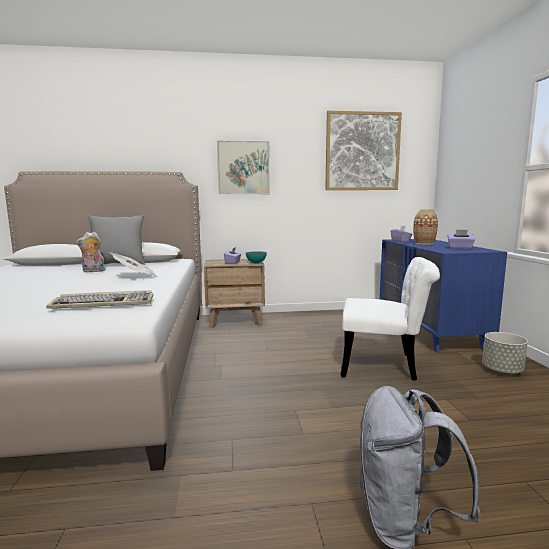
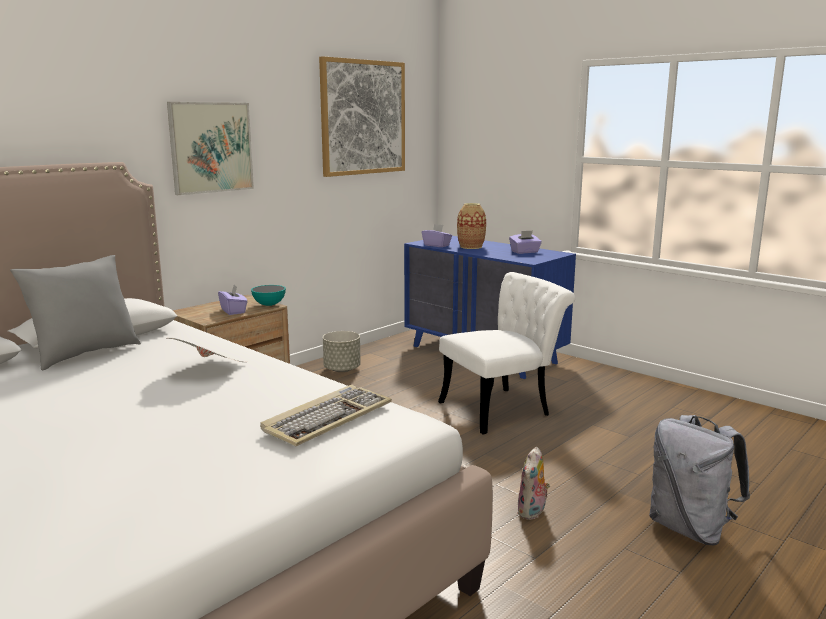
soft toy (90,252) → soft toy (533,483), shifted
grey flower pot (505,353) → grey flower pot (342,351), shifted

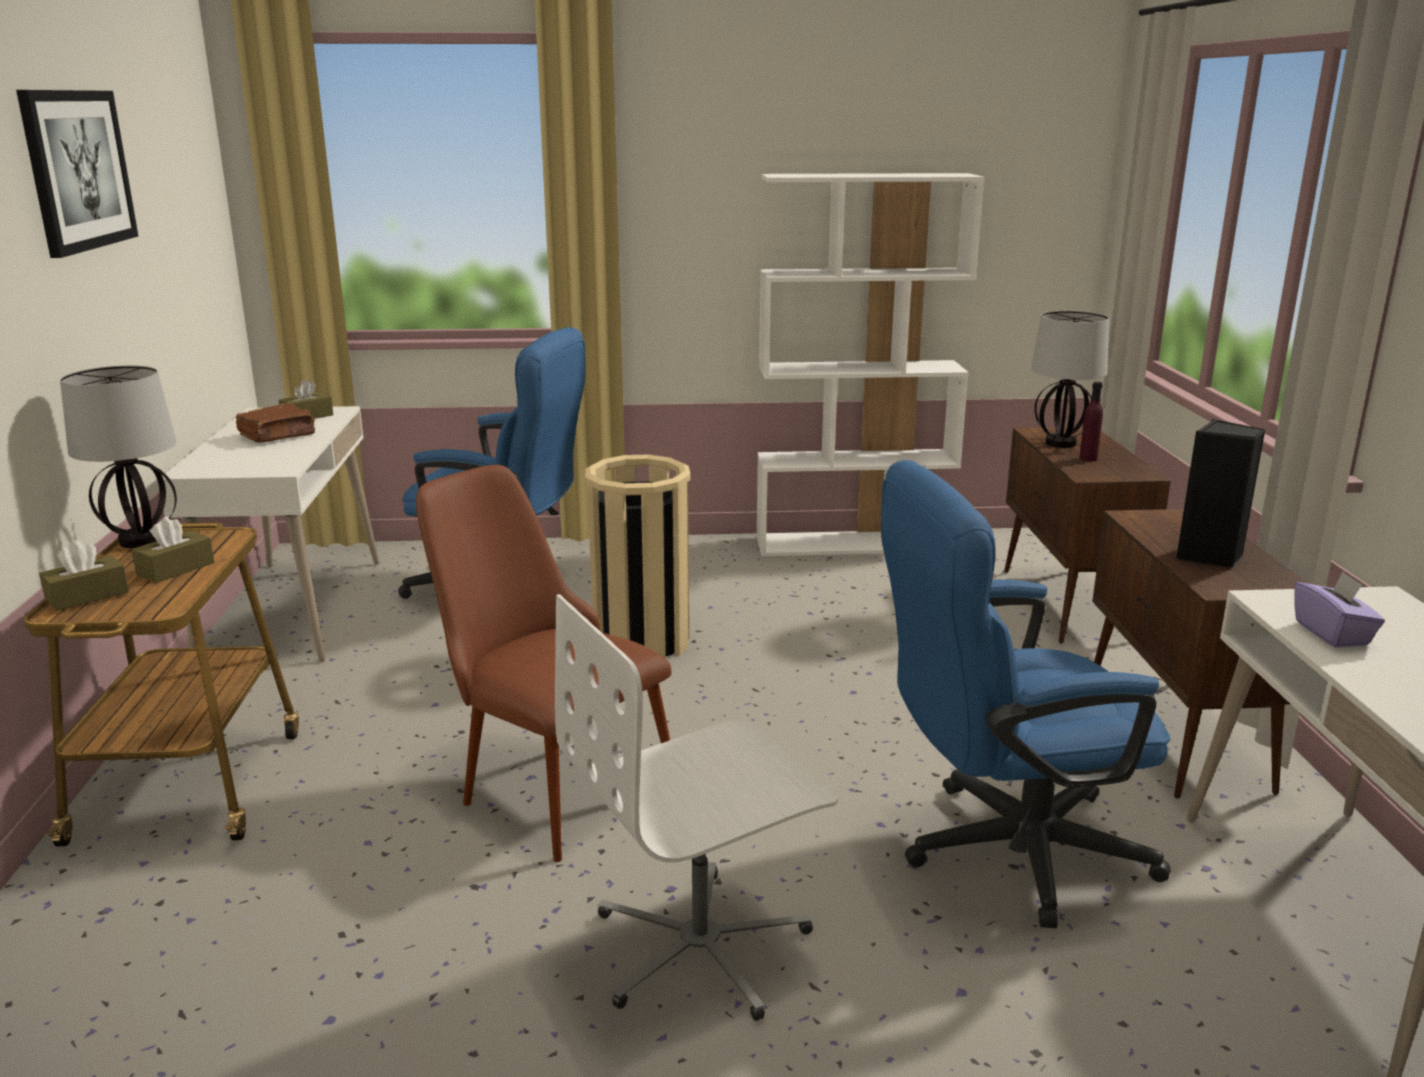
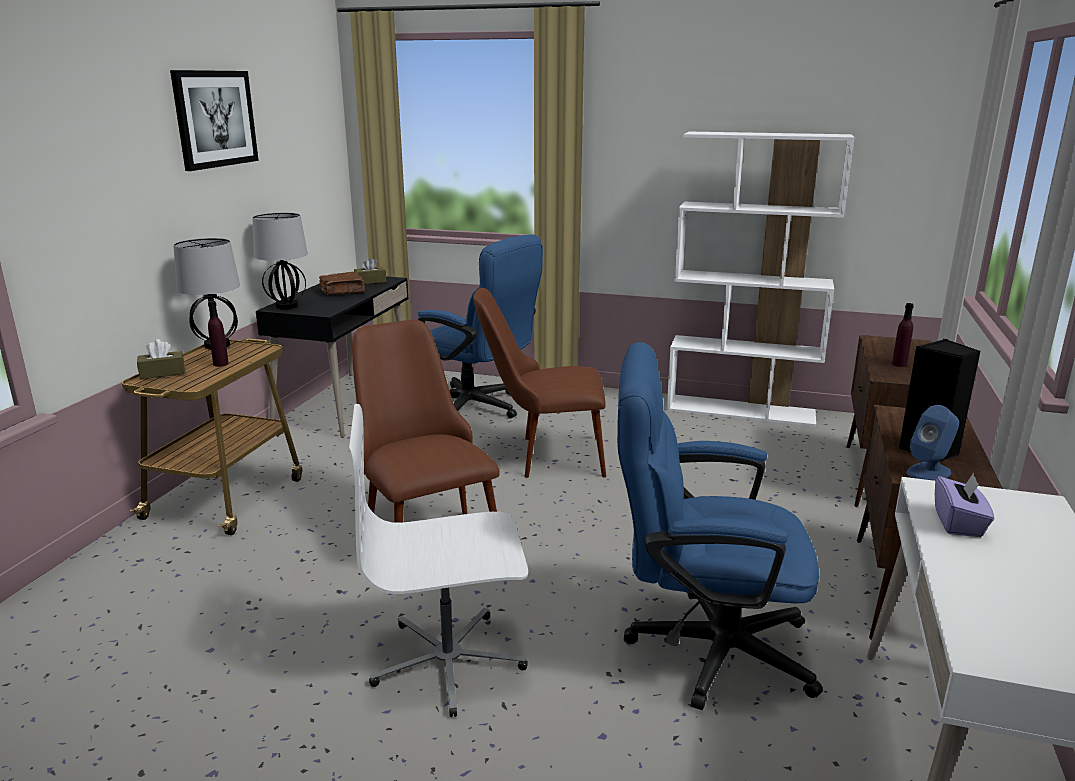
tabletop lamp (1070,379) → tabletop lamp (280,260), shifted
white desk (270,534) → black desk (332,357)
beige-coloured rubbish bin (638,556) → brown plain chair (539,383)
brown box of tissues (173,549) → purple drink bottle (218,334)
- → blue speaker (932,443)

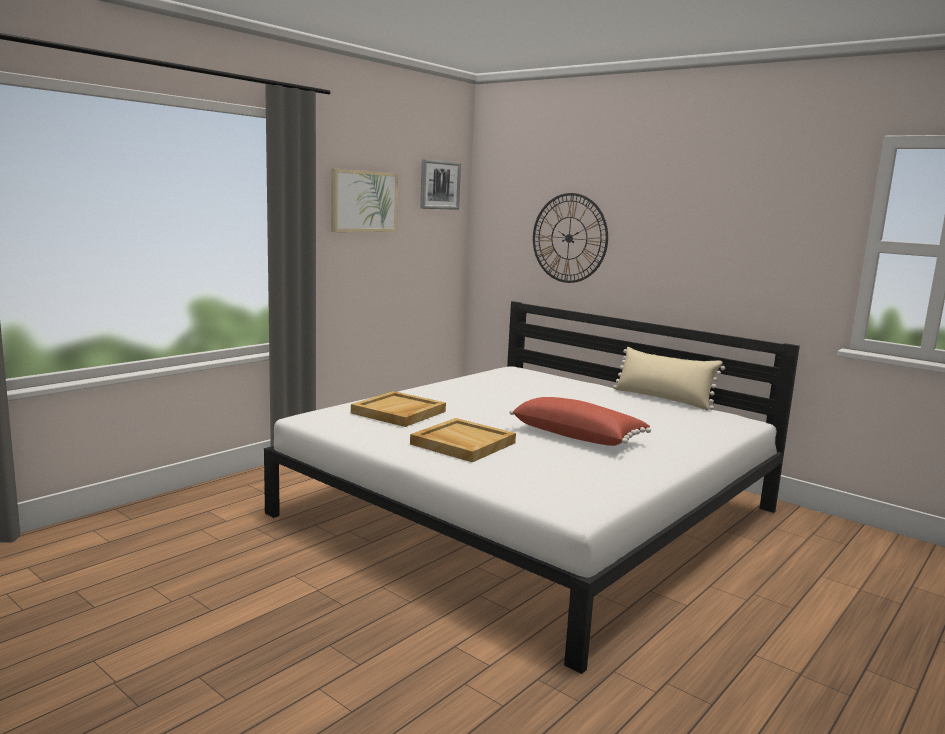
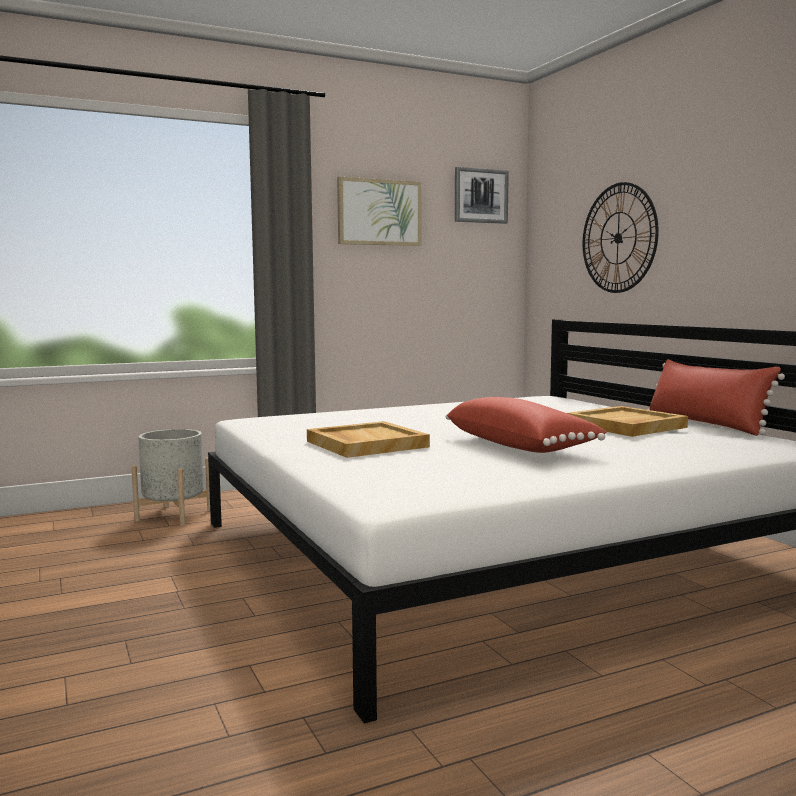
beige-coloured cushion (669,379) → red cushion (716,397)
beige-coloured tray (398,409) → beige-coloured tray (628,421), shifted
- → grey flower pot (170,477)

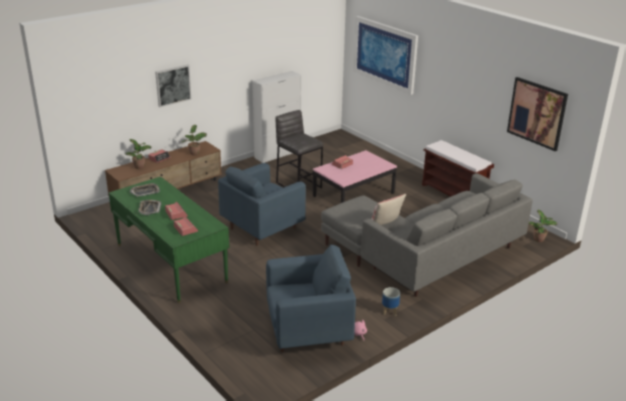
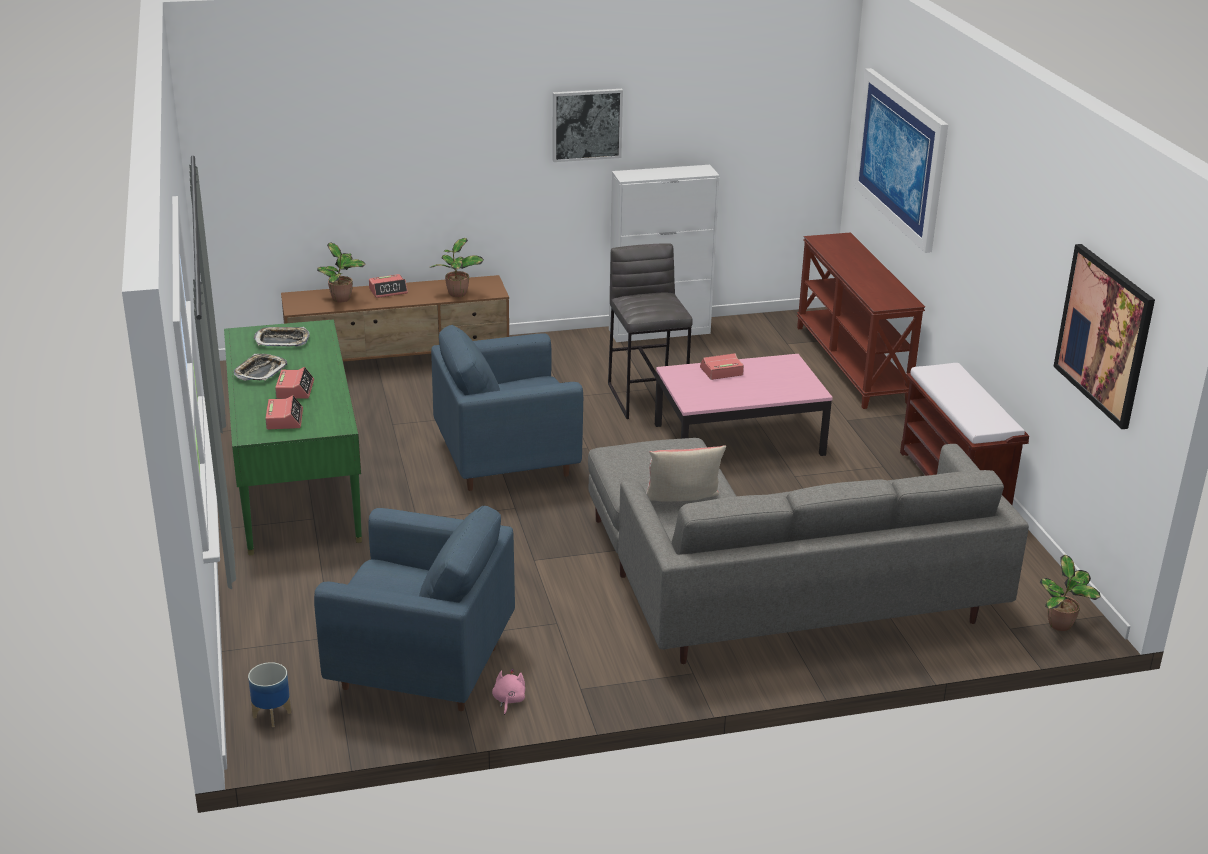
picture (173,86) → picture (588,125), shifted
flower pot (391,301) → flower pot (269,694), shifted
- → brown hall table (861,320)

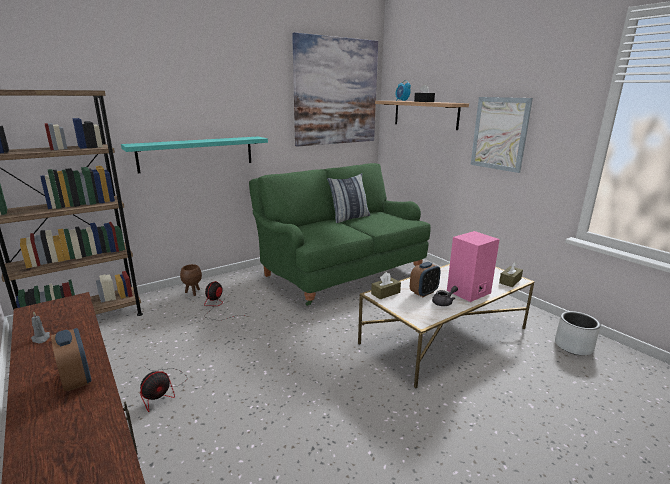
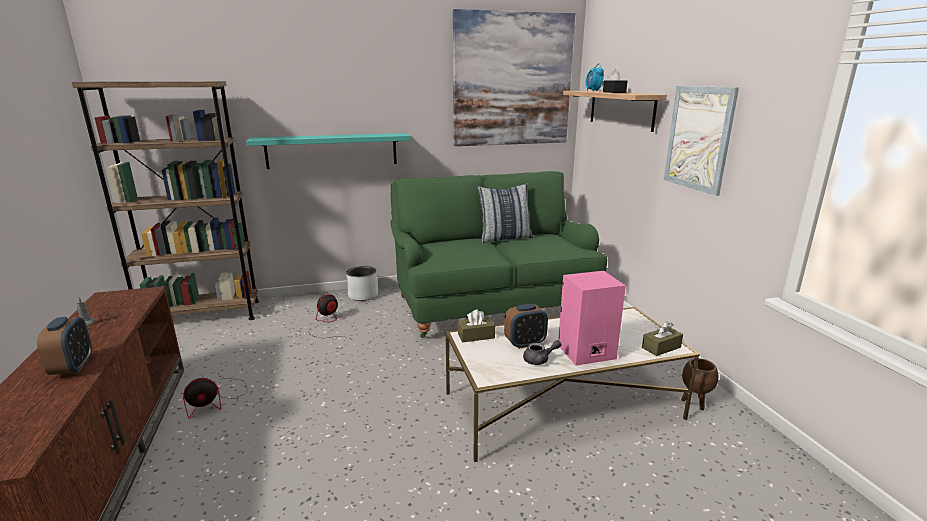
brown flower pot (191,280) → brown flower pot (699,384), shifted
grey flower pot (578,333) → grey flower pot (362,283), shifted

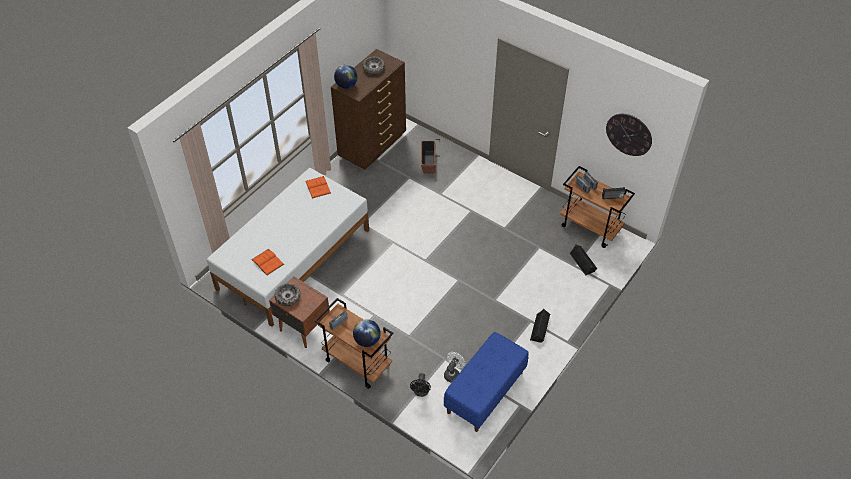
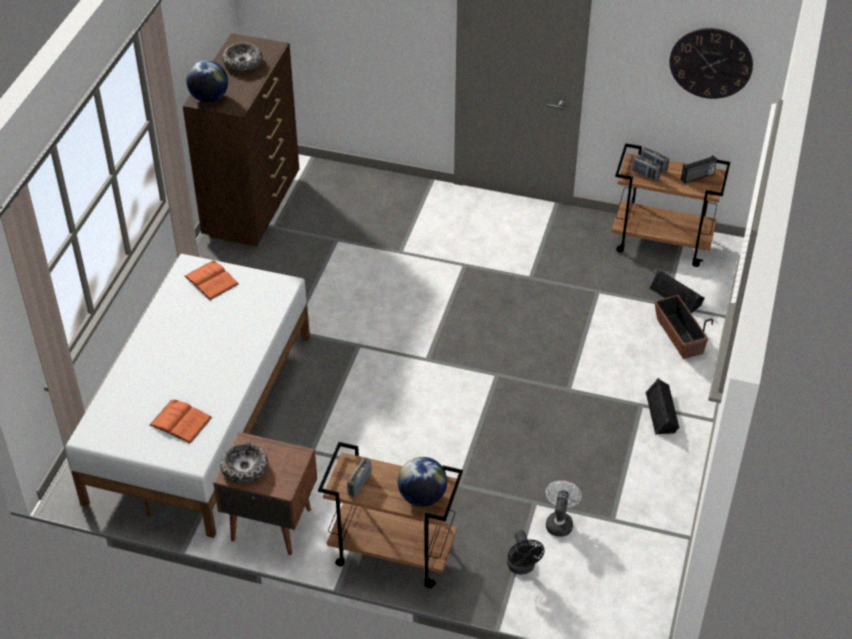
flower pot (430,156) → flower pot (683,324), shifted
blue long seat (486,382) → -

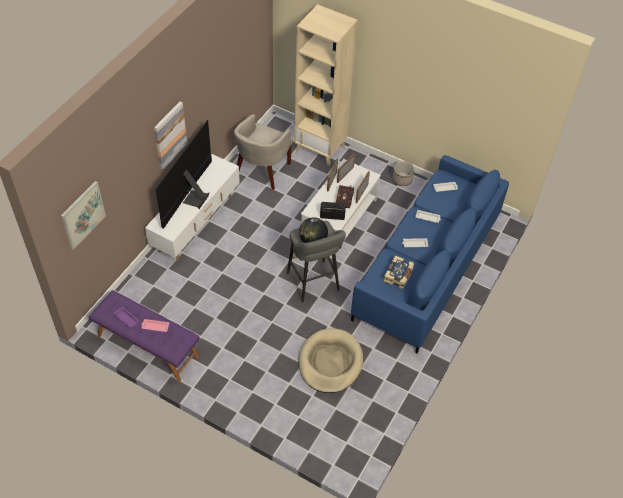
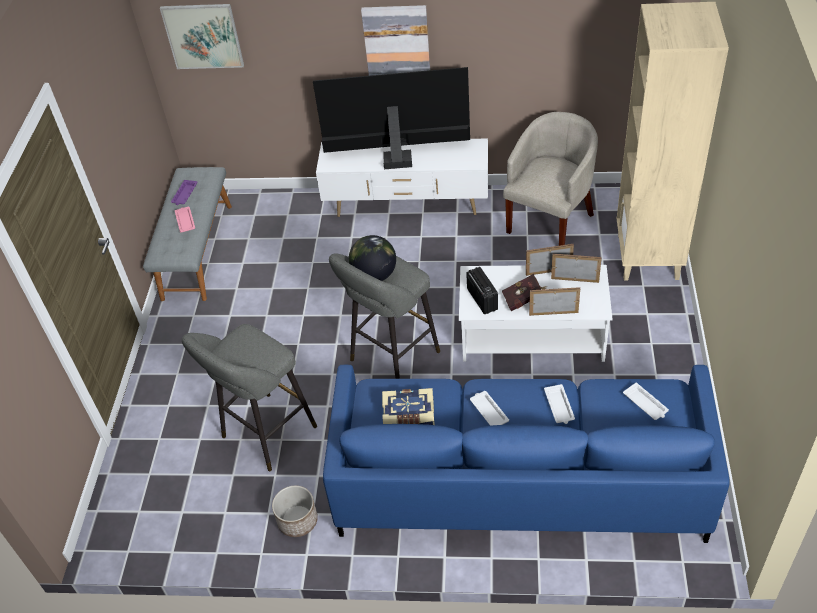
beige-coloured armchair (263,152) → beige-coloured armchair (550,179), 120 degrees clockwise
flower pot (404,173) → flower pot (295,511), shifted
purple long seat (144,336) → grey long seat (187,234)
beige-coloured dog bed (331,360) → grey stool seat (249,397)

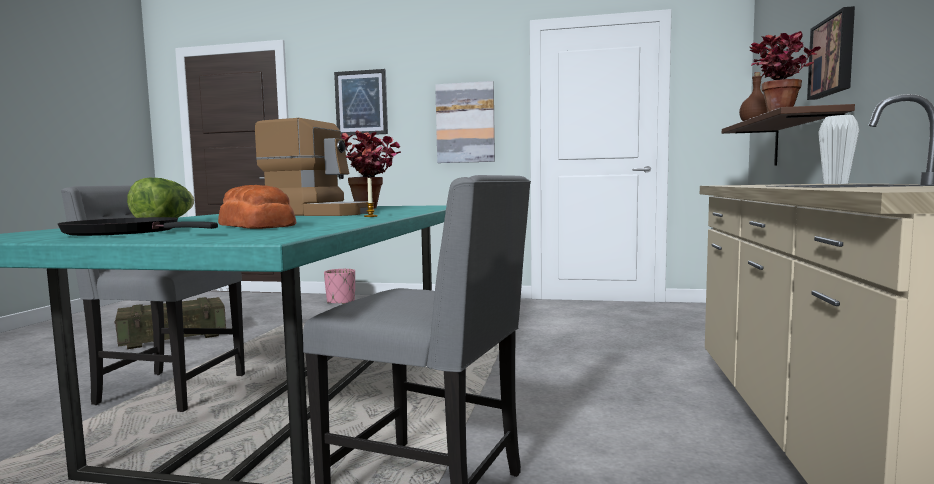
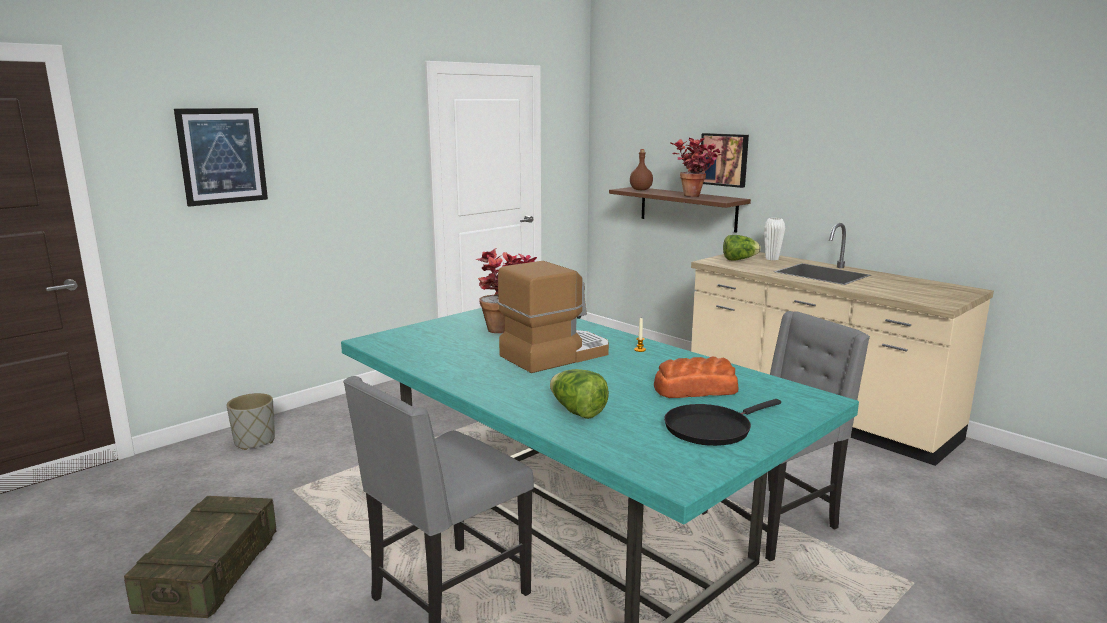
picture (465,122) → -
pink-coloured flower pot (339,286) → grey flower pot (251,421)
- → lettuce head (742,248)

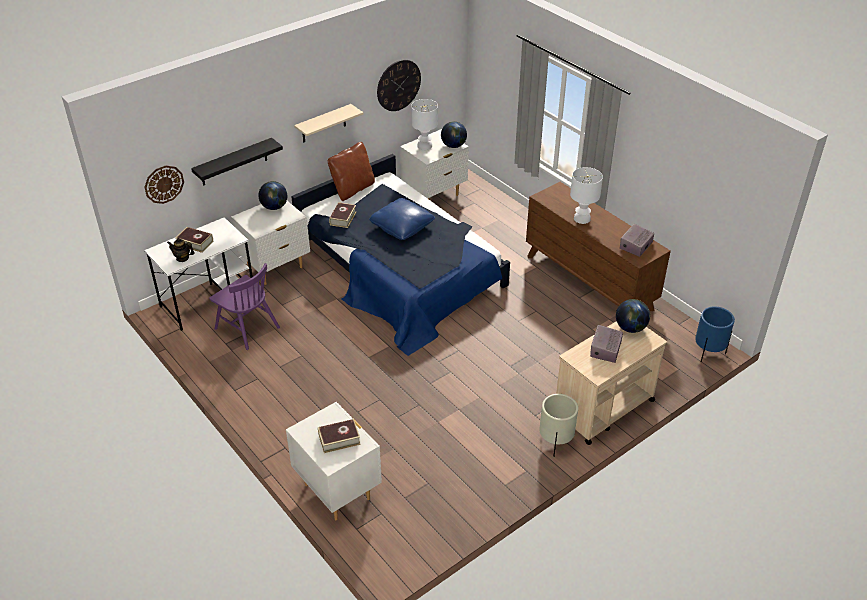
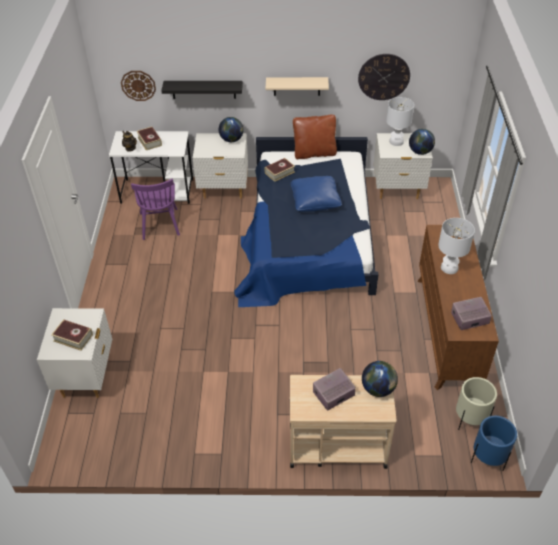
beige-coloured flower pot (558,425) → beige-coloured flower pot (476,403), shifted

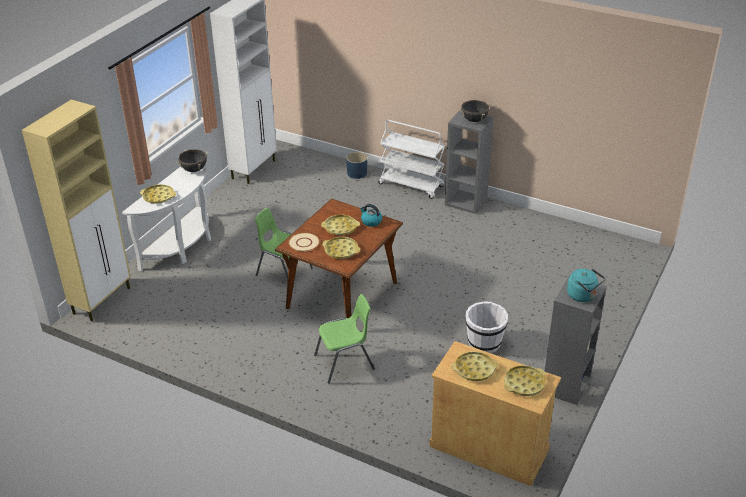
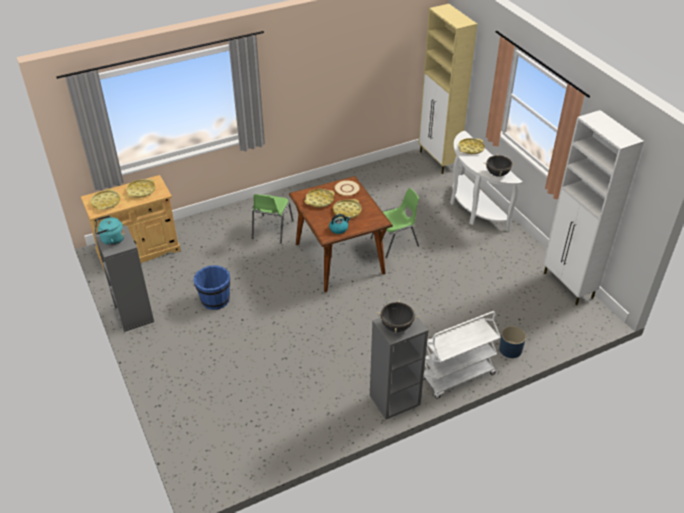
white pail (486,327) → blue pail (211,287)

